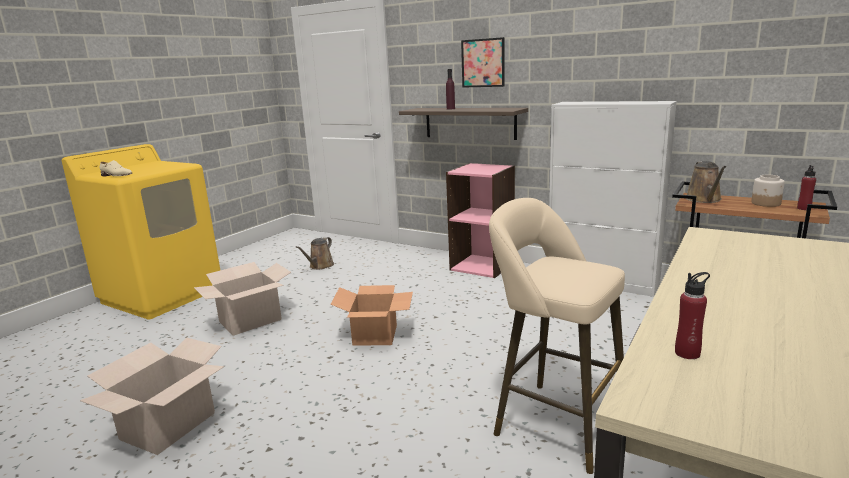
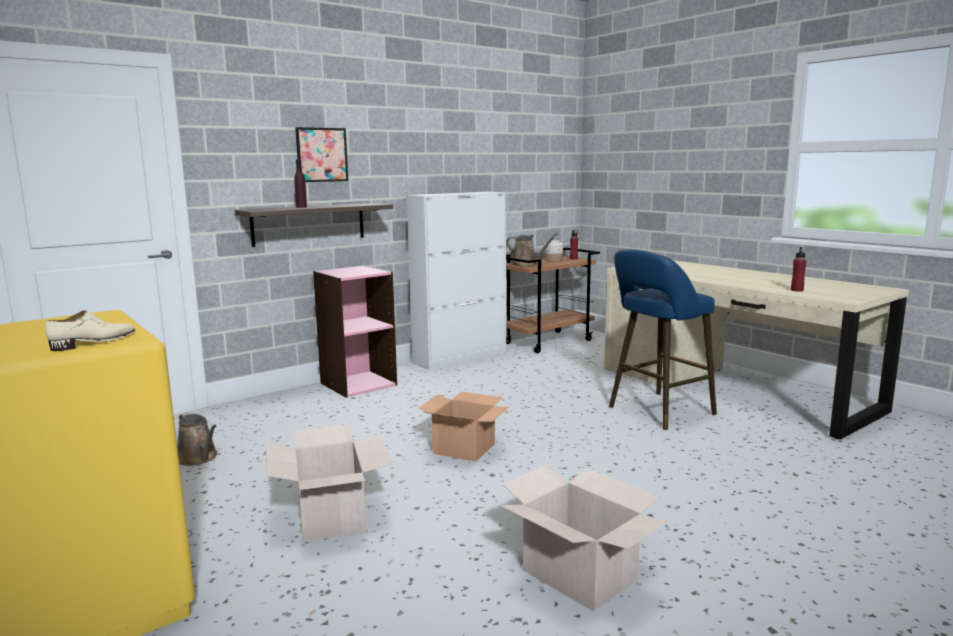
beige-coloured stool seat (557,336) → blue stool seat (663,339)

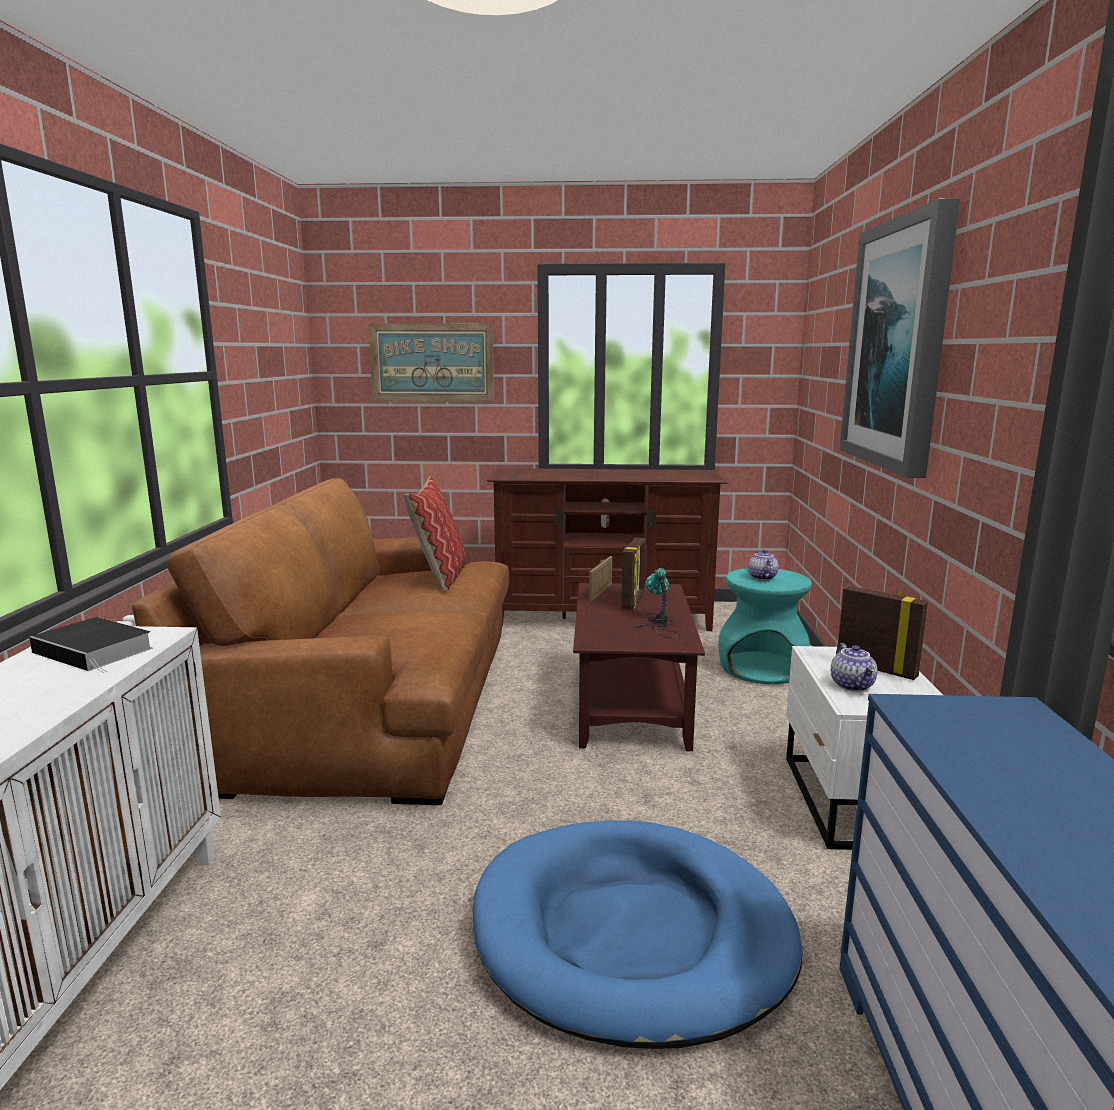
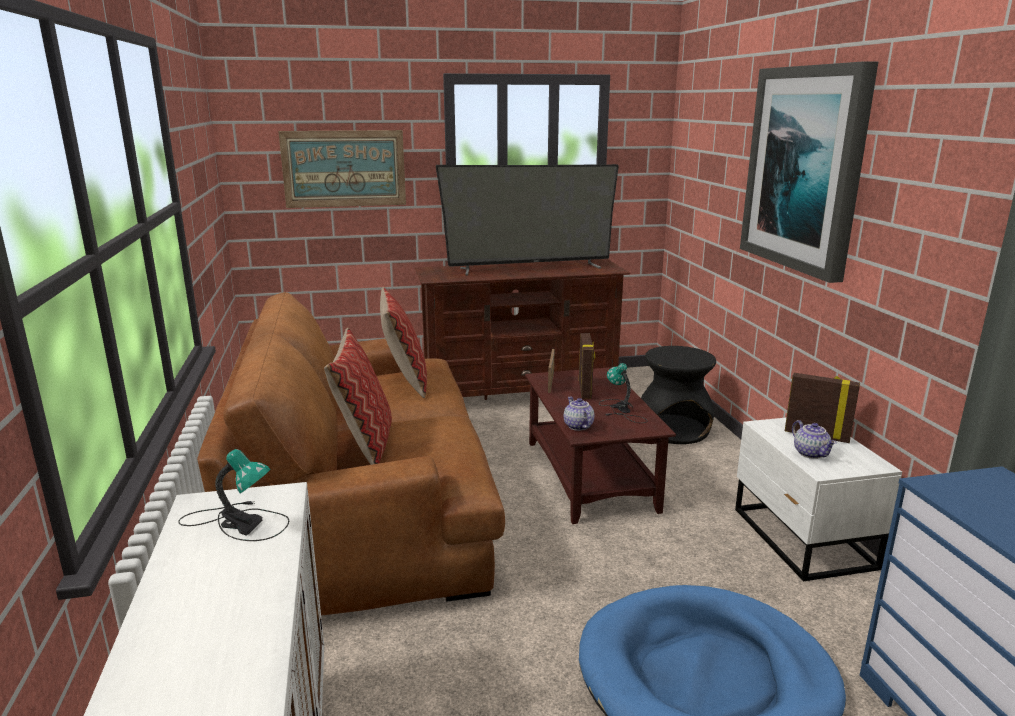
tea pot (763,564) → tea pot (579,414), shifted
blue-green stool seat (765,626) → black stool seat (678,395)
volume (91,645) → tabletop lamp (233,495)
- → television (527,220)
- → cushion (358,396)

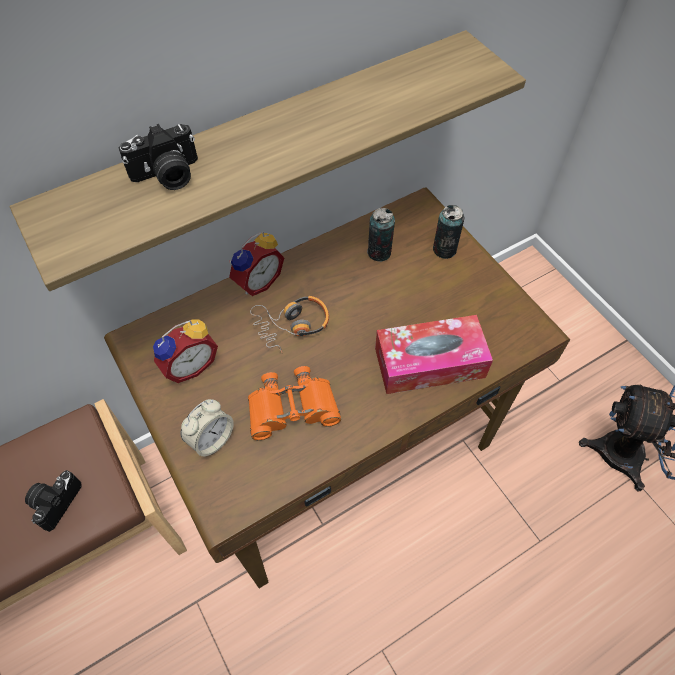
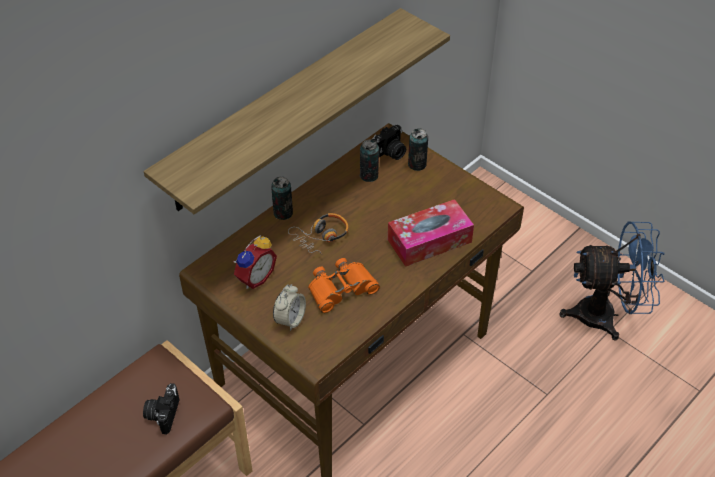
still camera (158,157) → still camera (388,142), shifted
table clock (256,264) → can (282,198)

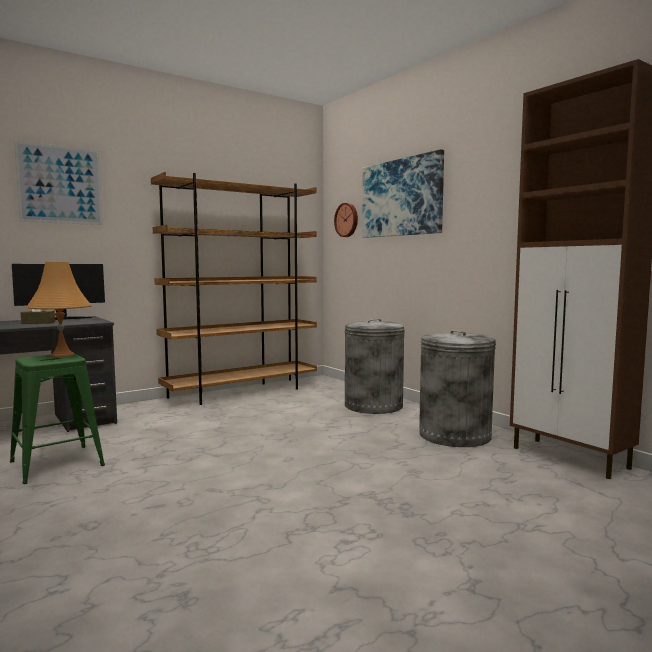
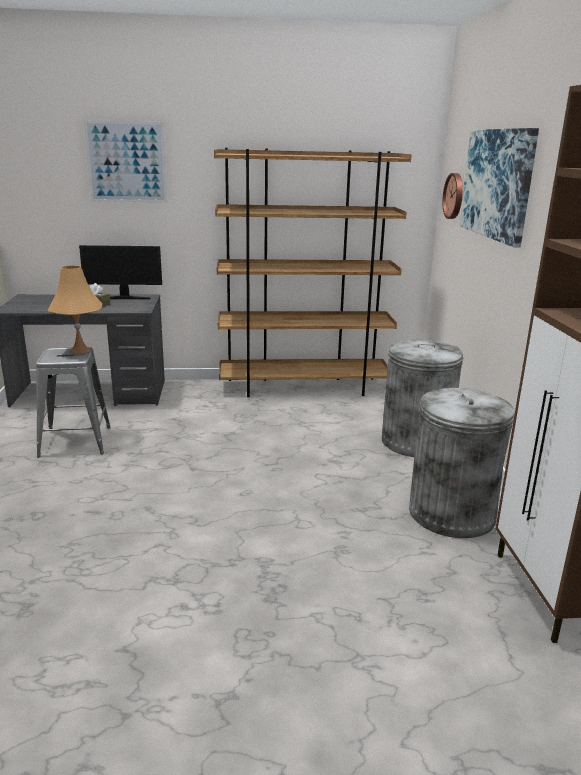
greenish stool seat (57,419) → grey stool seat (73,402)

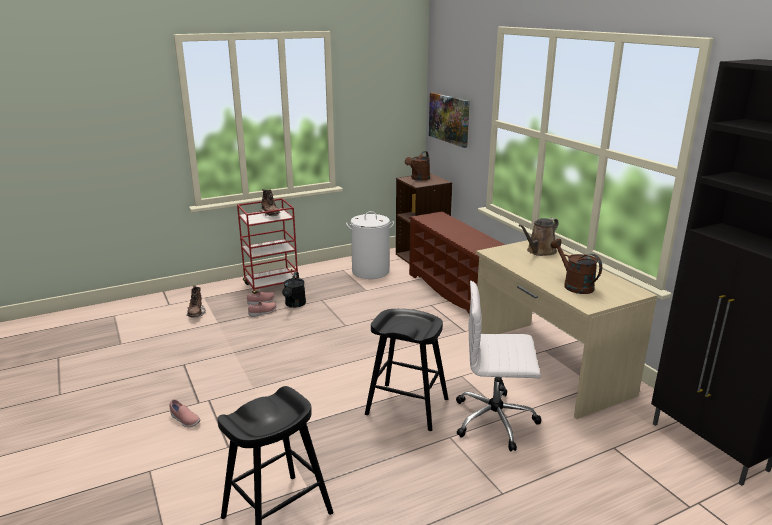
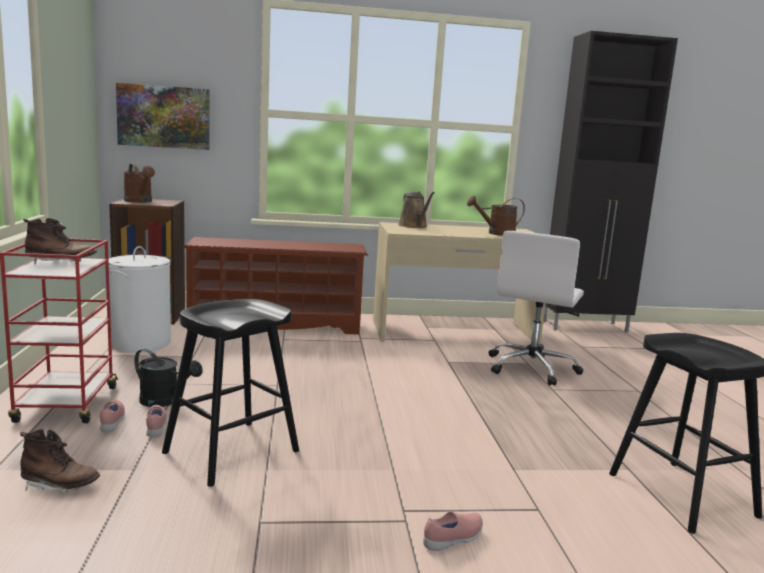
black stool seat (406,370) → black stool seat (230,393), shifted

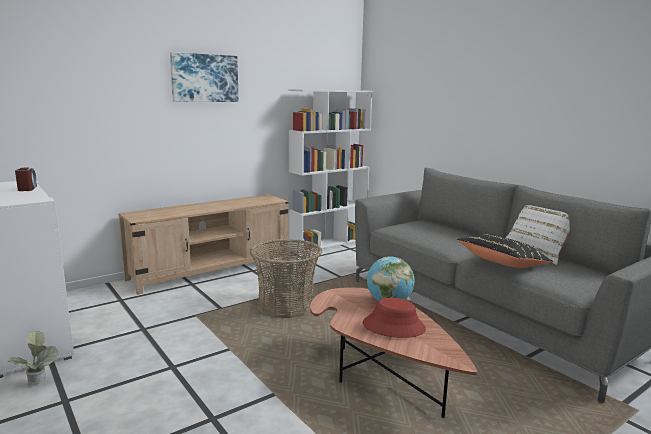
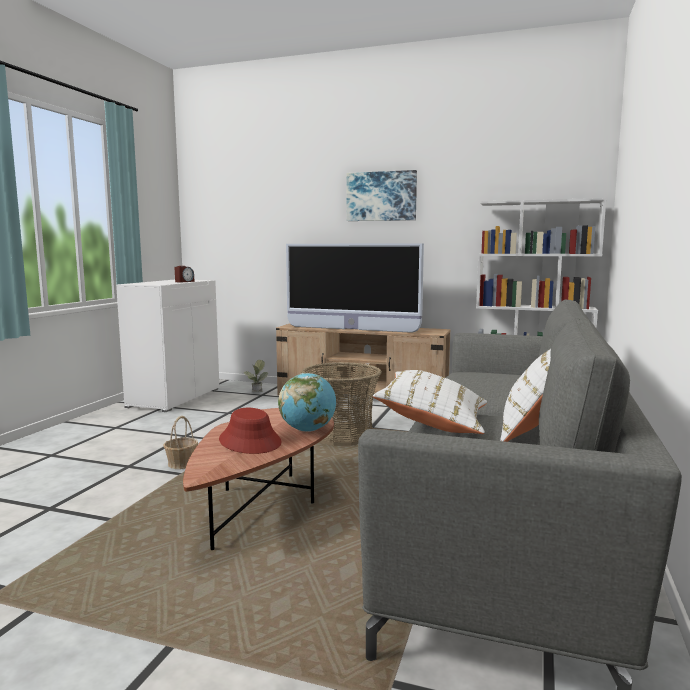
black cushion (505,251) → white cushion (430,402)
potted plant (33,358) → potted plant (256,376), shifted
- → television (355,288)
- → storage basket (180,442)

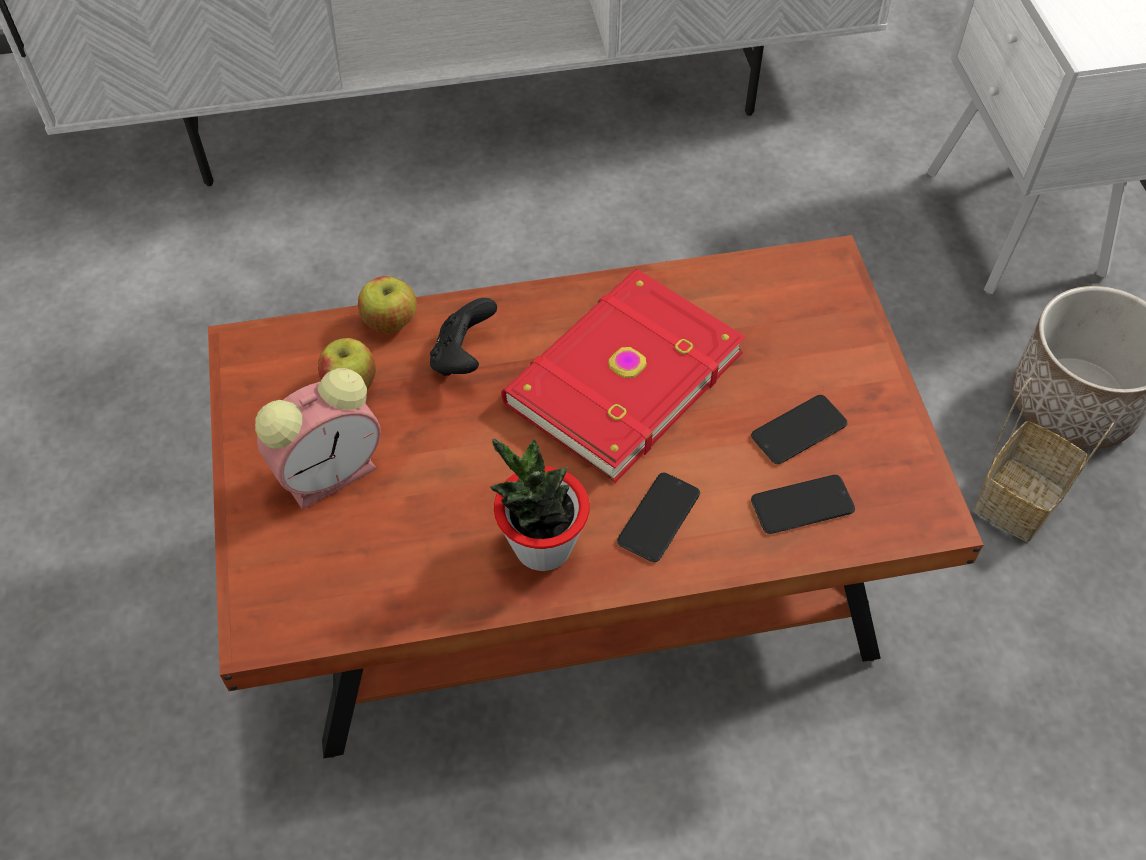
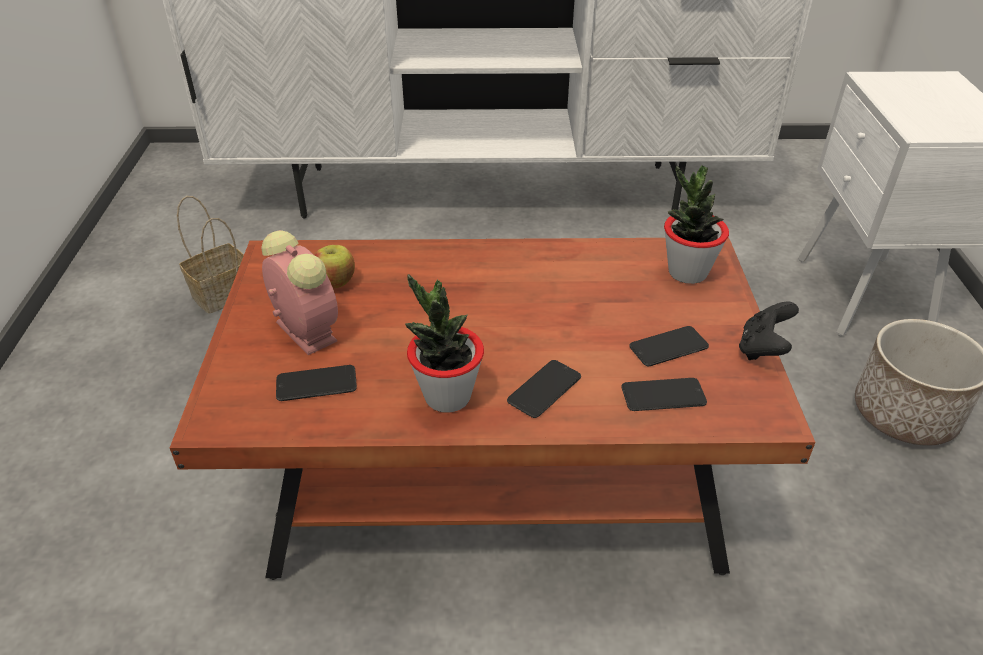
red volume (623,376) → -
whole apple (387,304) → -
black game controller (463,337) → black game controller (769,331), shifted
table clock (318,439) → table clock (299,292), 105 degrees counterclockwise
storage basket (1044,460) → storage basket (210,255), shifted
- → potted plant (696,224)
- → phone (316,383)

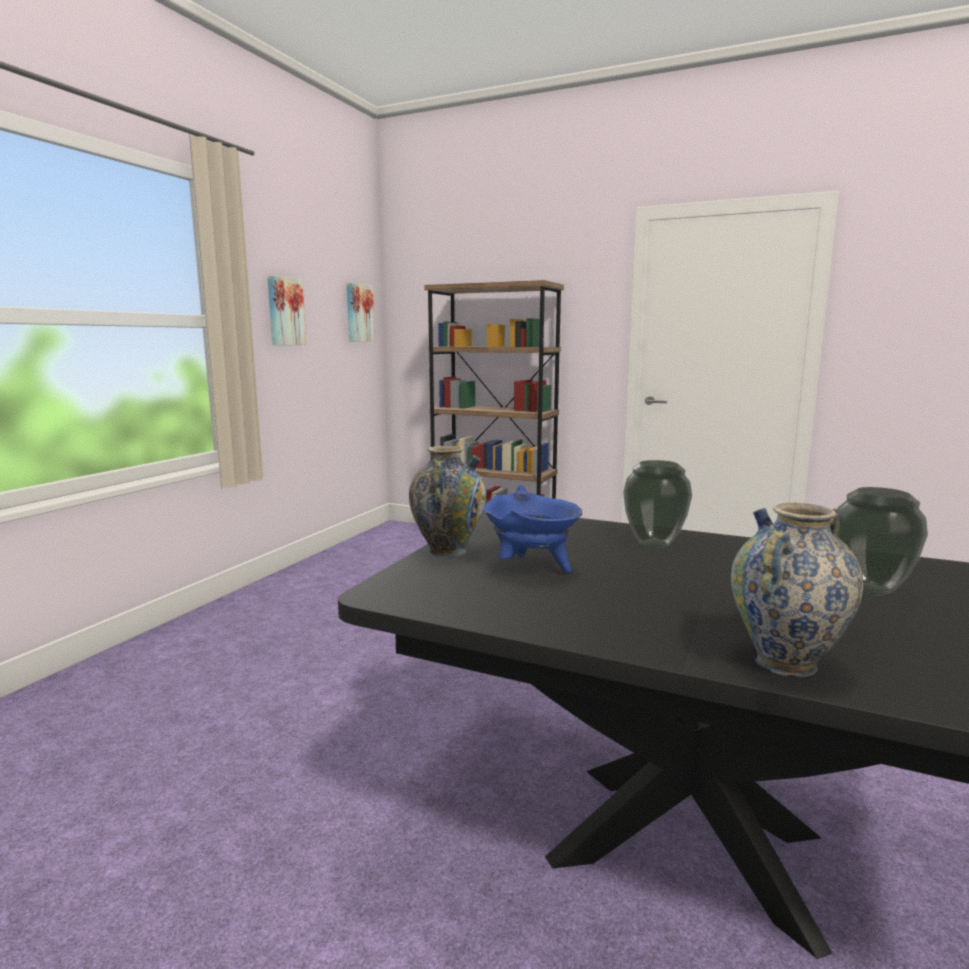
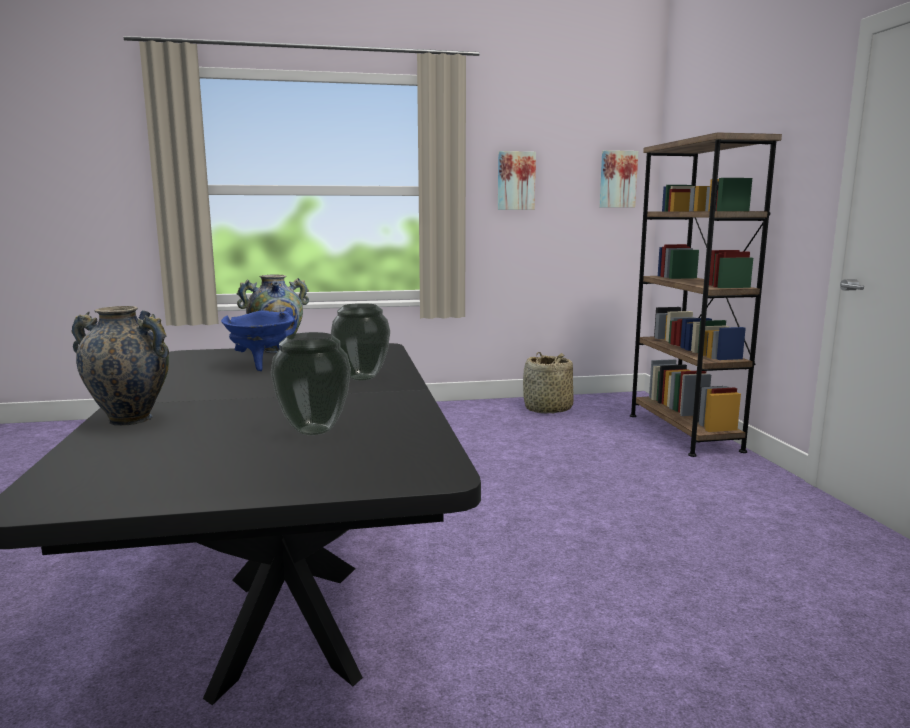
- → storage basket (548,382)

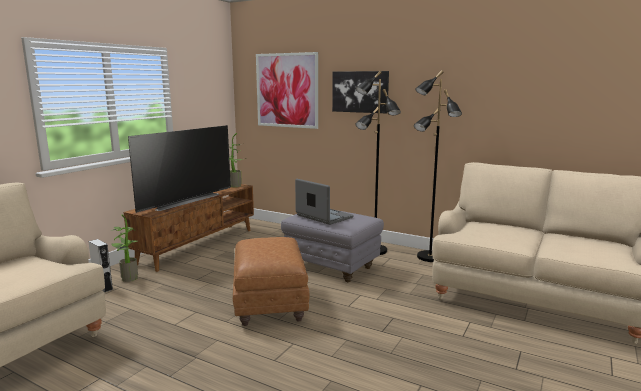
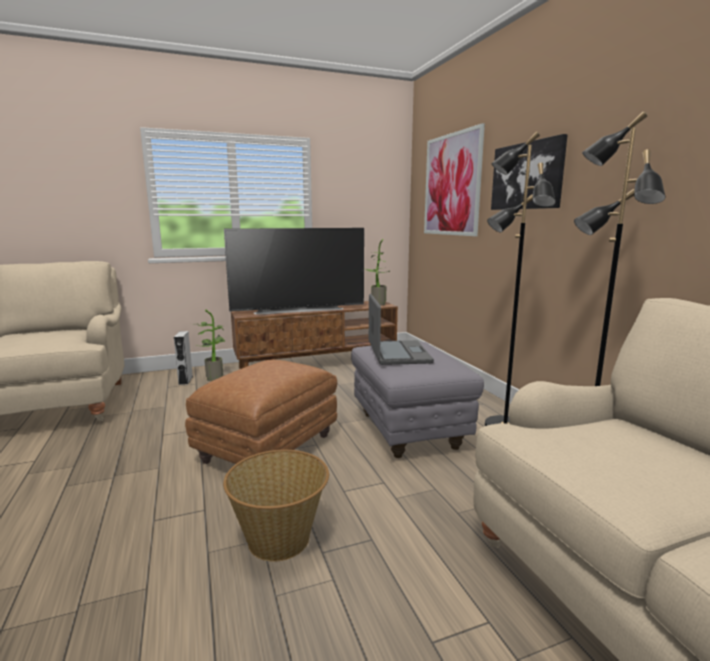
- → storage basket (276,506)

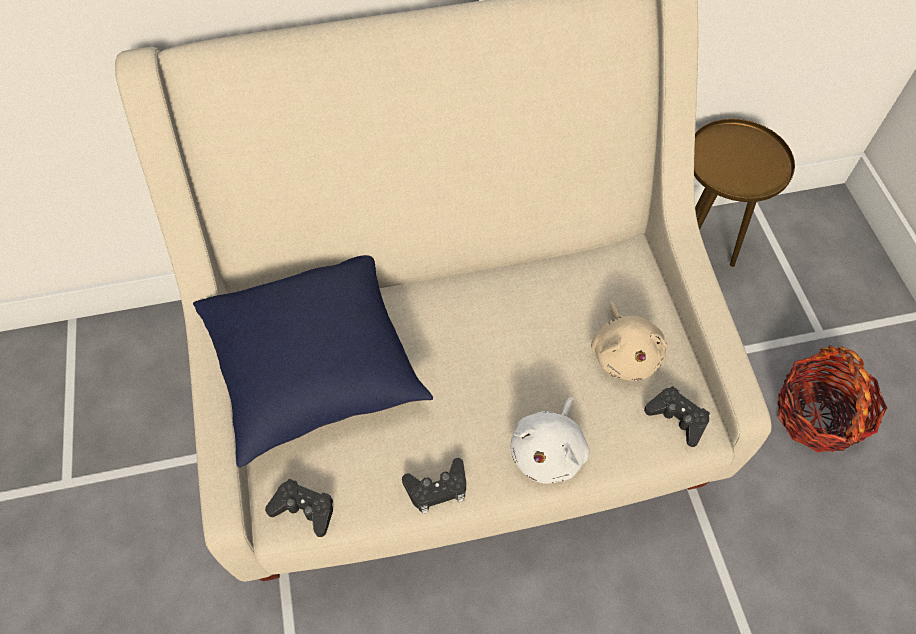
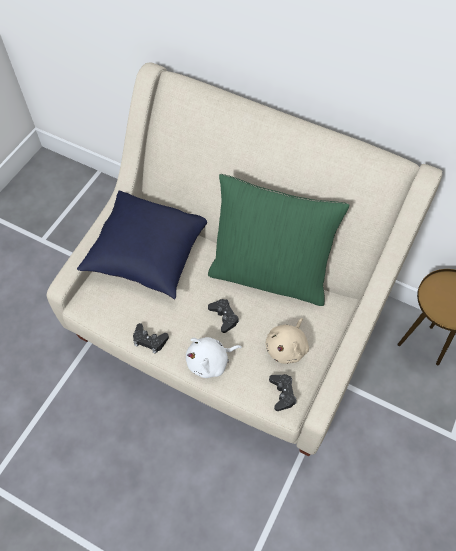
storage basket (832,398) → -
black game controller (299,508) → black game controller (223,316), shifted
- → greenish cushion (279,240)

